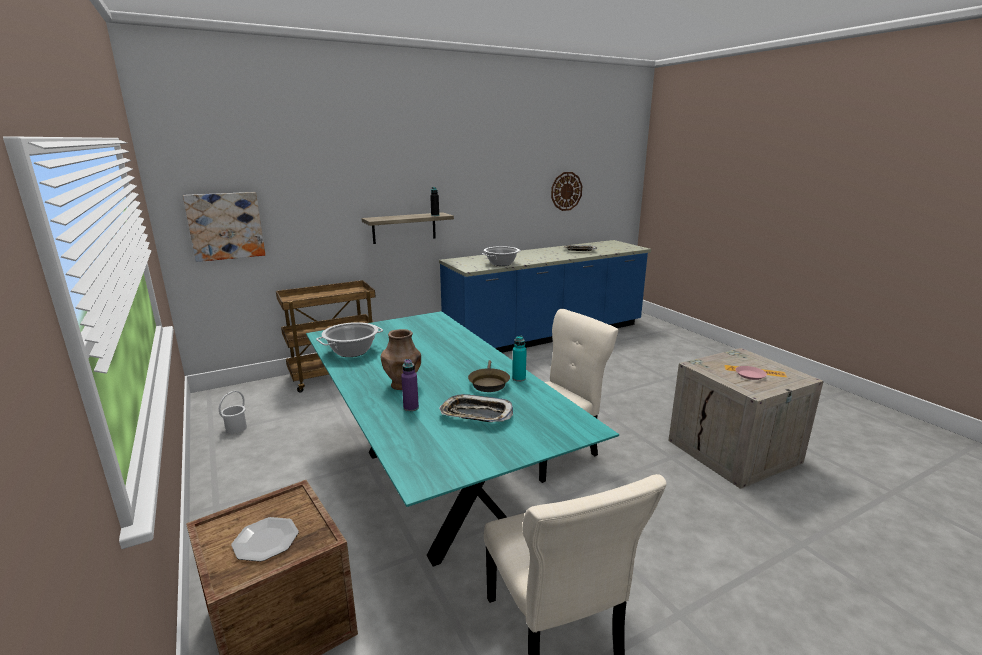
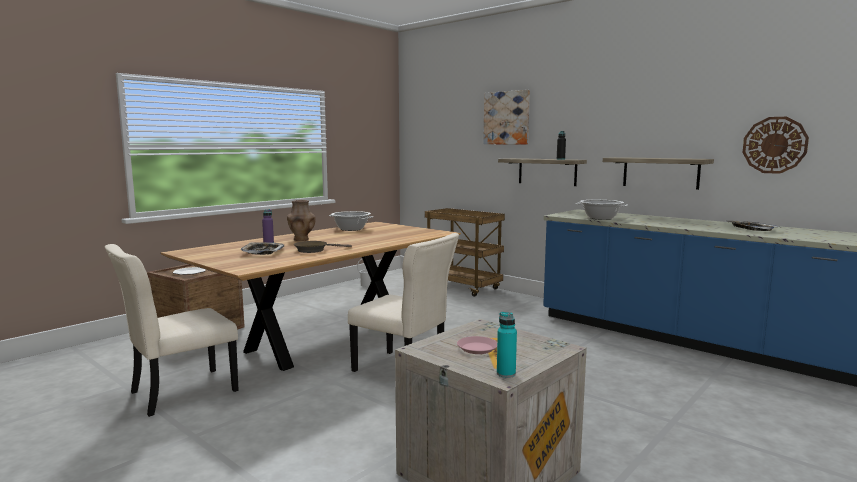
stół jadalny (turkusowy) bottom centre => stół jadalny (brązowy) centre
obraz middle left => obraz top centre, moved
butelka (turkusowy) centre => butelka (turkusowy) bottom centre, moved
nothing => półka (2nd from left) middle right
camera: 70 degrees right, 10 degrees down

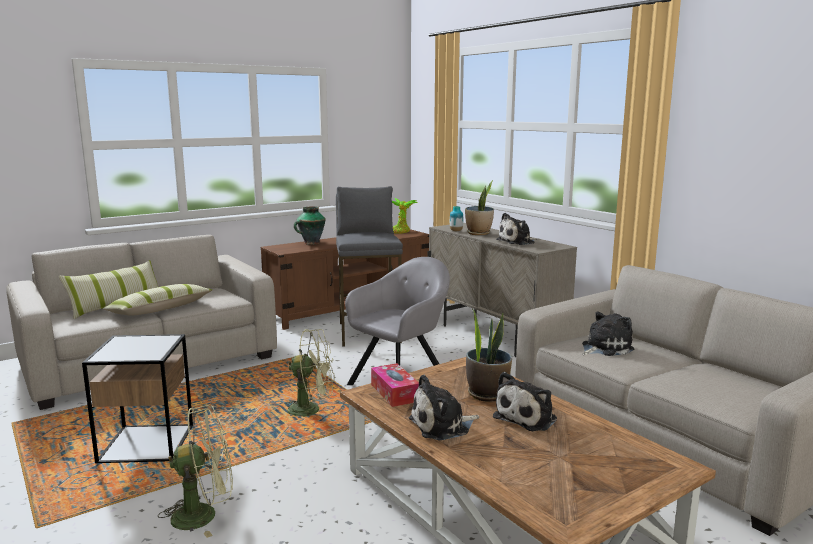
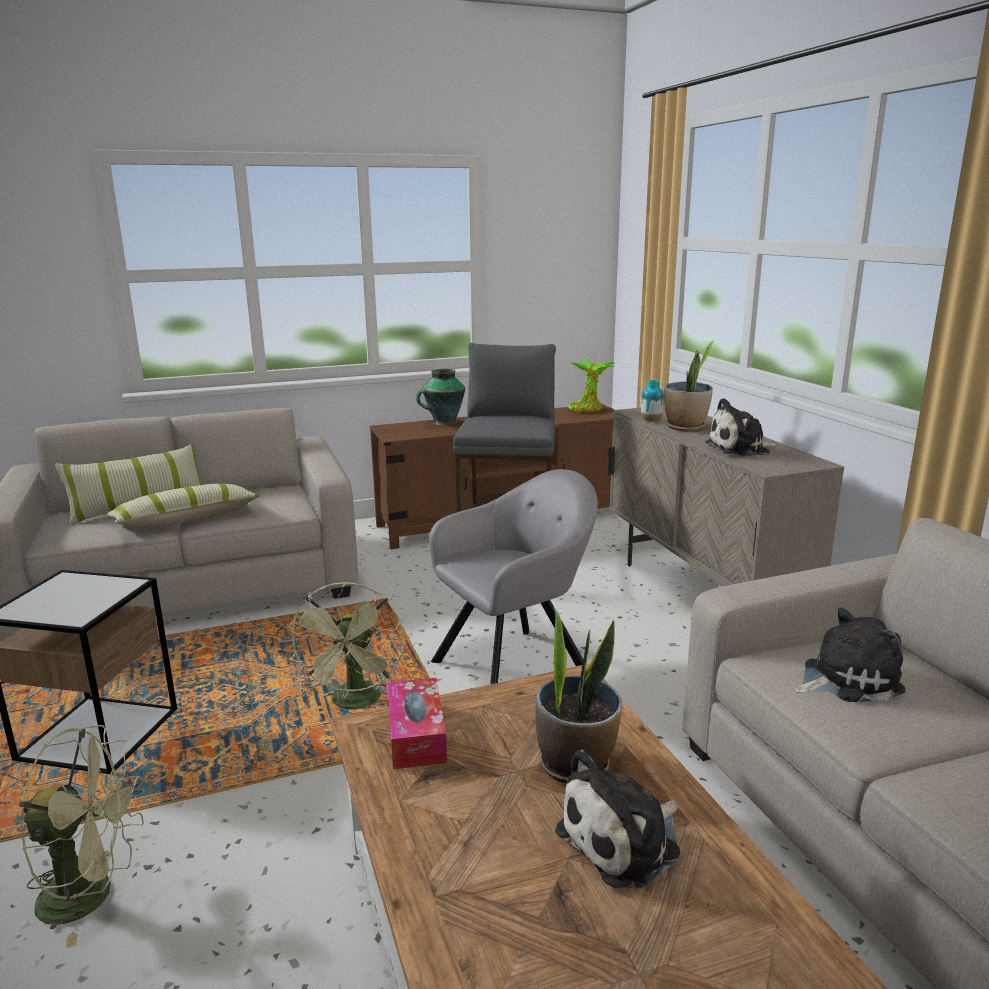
wentylator (zielony) (2nd from left) bottom centre => wentylator (zielony) (2nd from left) centre, 75 degrees clockwise
pluszak (1st from left) bottom centre => nothing
camera: 15 degrees right, 5 degrees up

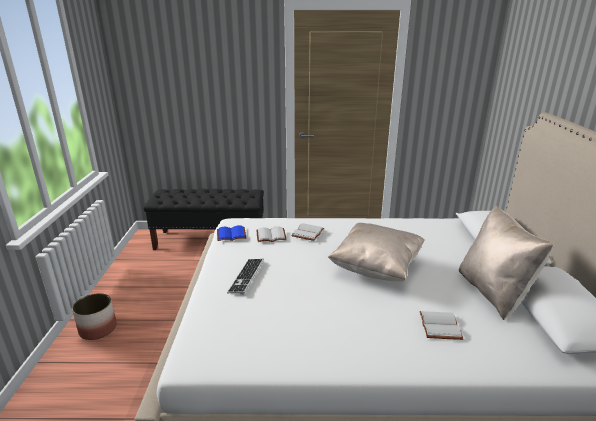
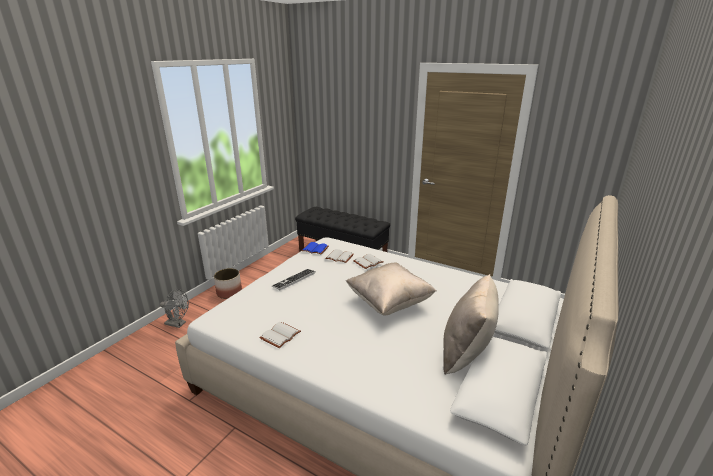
nothing => wentylator (szary) middle left
książka (biały) (3rd from left in the first image) bottom right => książka (biały) (1st from left) bottom centre, moved
camera: 30 degrees right, 0 degrees up

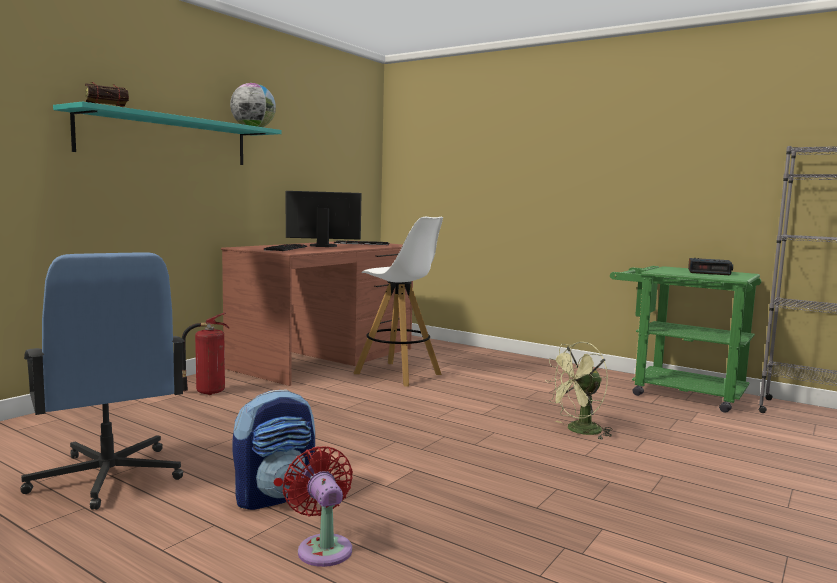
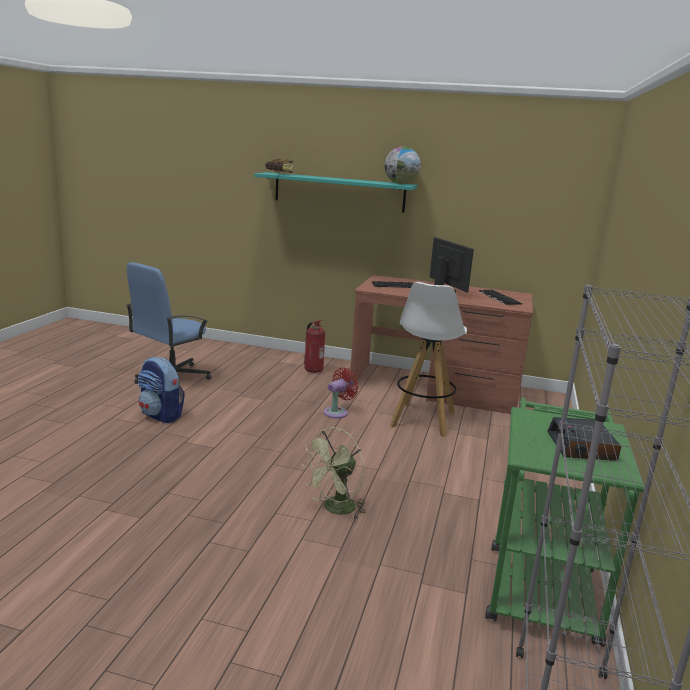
wentylator (zielony) bottom right => wentylator (zielony) bottom centre, 90 degrees counterclockwise
wentylator (czerwony) bottom centre => wentylator (czerwony) centre, moved
camera: 70 degrees right, 10 degrees up

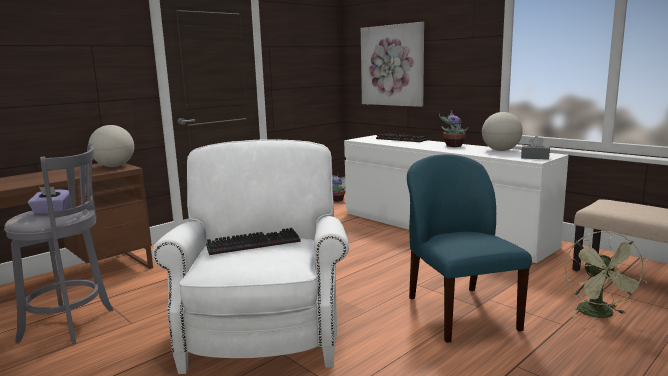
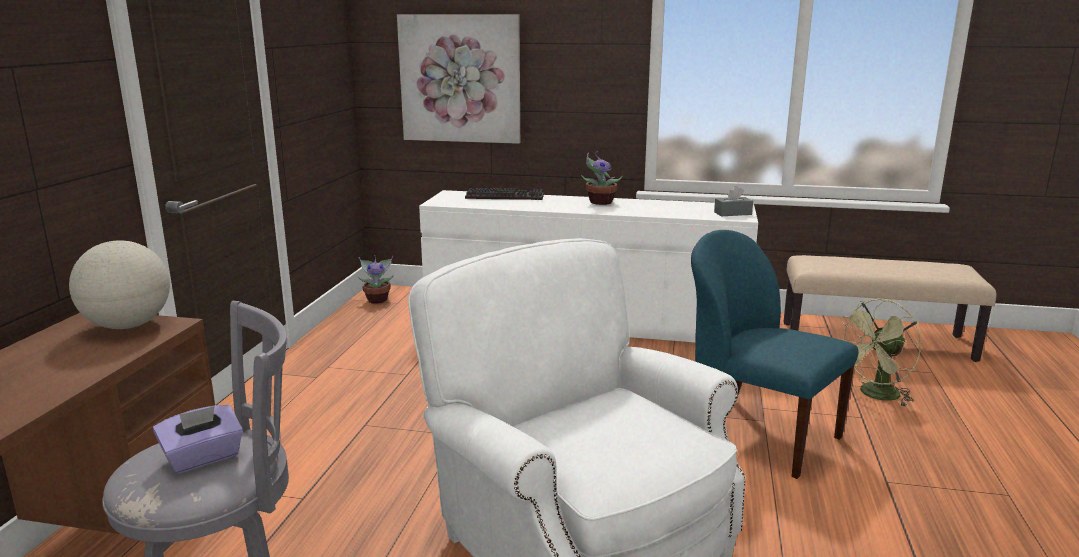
wentylator (zielony) bottom right => wentylator (zielony) middle right, 90 degrees clockwise
klawiatura (1st from left) centre => nothing
globus (2nd from left) middle right => nothing
camera: 35 degrees left, 5 degrees up

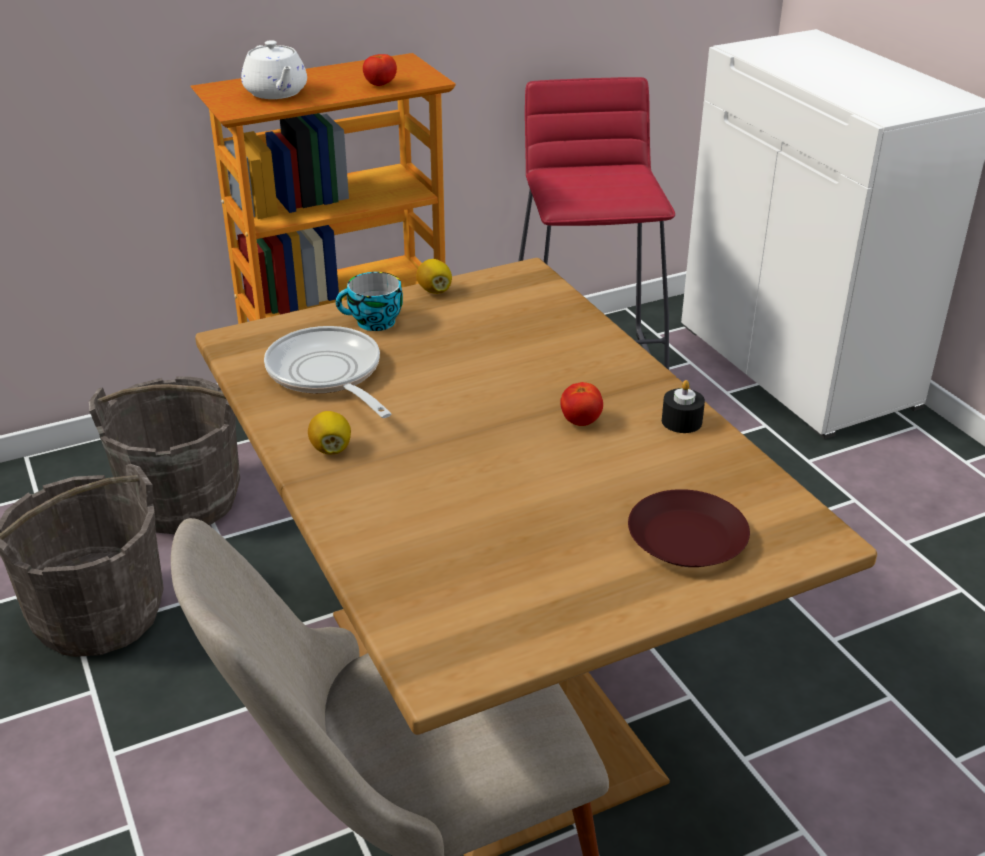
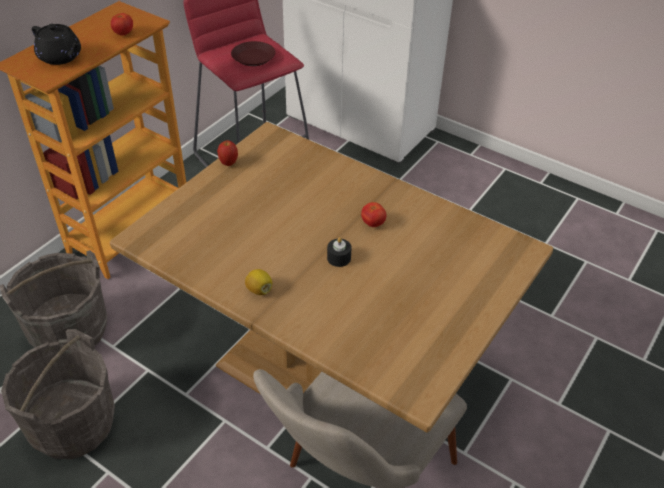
imbryk (biały) top left => imbryk (czarny) top left
cytryna (2nd from left) top centre => jabłko top centre
talerz (brązowy) middle right => talerz (brązowy) top centre, moved
świeca (czarny) middle right => świeca (czarny) centre, moved
patelnia middle left => nothing
filiżanka centre => nothing
camera: 30 degrees left, 10 degrees up

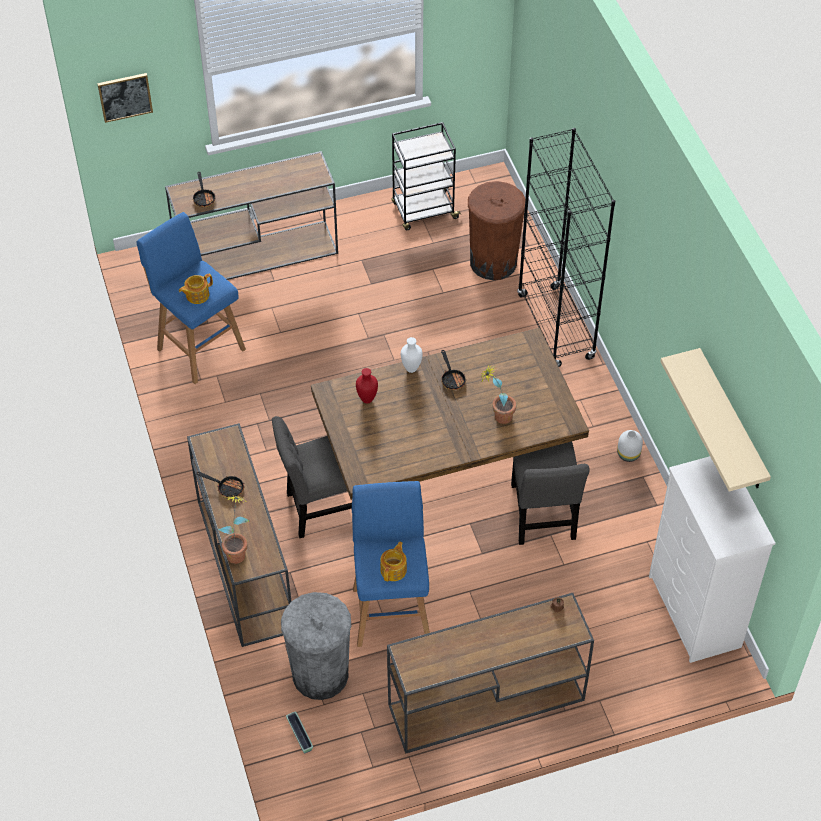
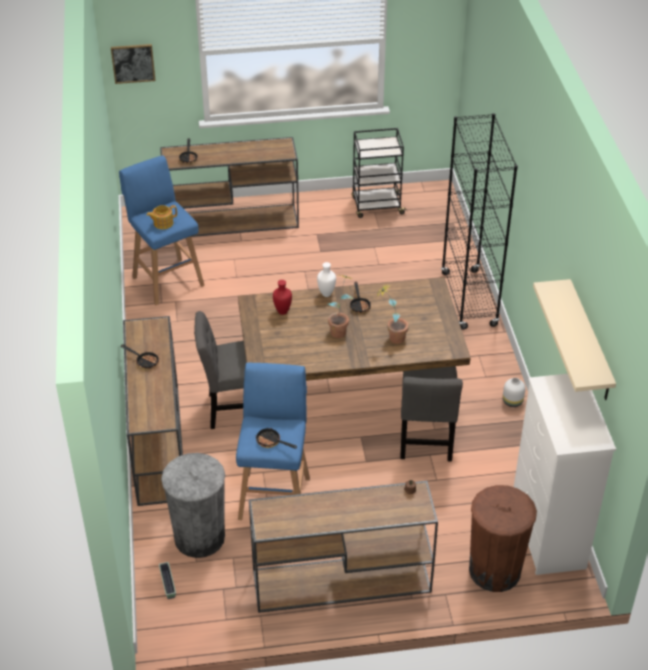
imbryk (2nd from left) bottom centre => patelnia (3rd from left) centre
roślina doniczkowa (1st from left) middle left => roślina doniczkowa (1st from left) centre, moved
kosz na śmieci (brązowy) top centre => kosz na śmieci (brązowy) bottom right, moved
camera: 10 degrees right, 10 degrees down

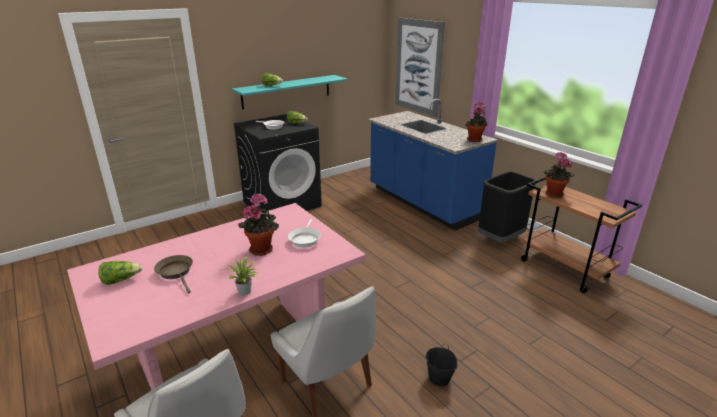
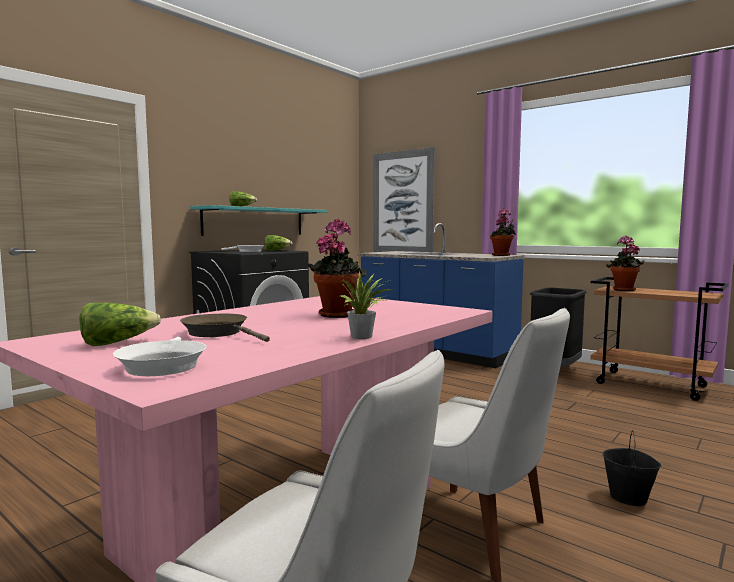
patelnia (biały) (2nd from left in the first image) centre => patelnia (biały) (1st from left) middle left, moved
camera: 15 degrees left, 20 degrees down

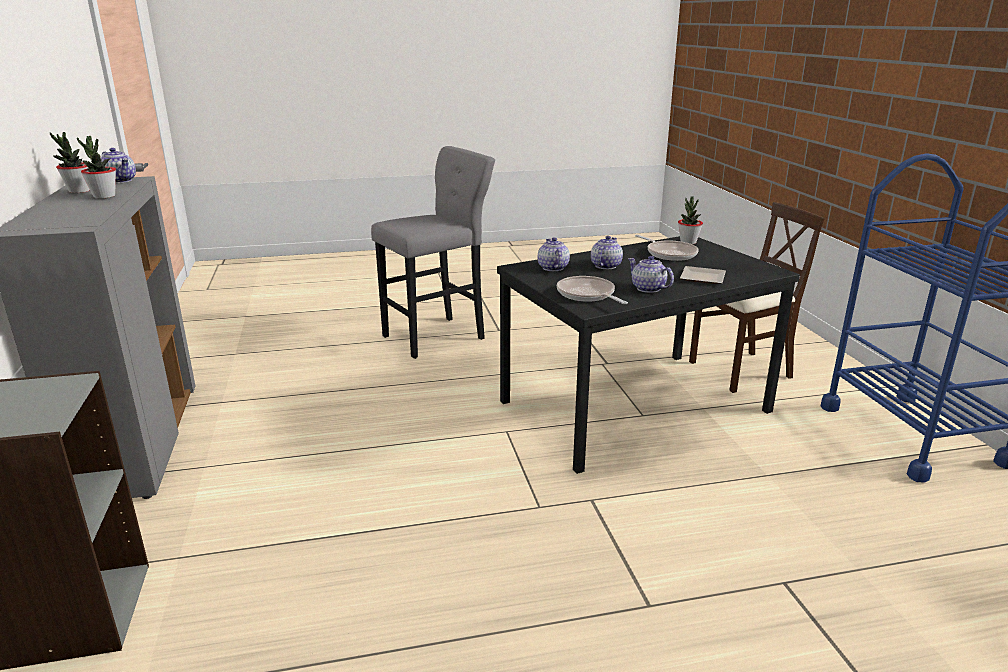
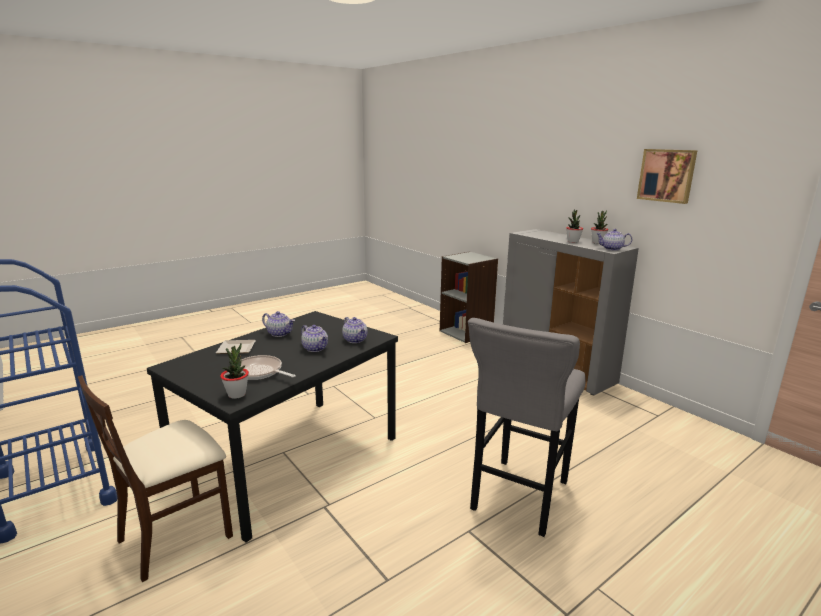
imbryk (3rd from left in the first image) centre => imbryk (2nd from left) centre, 45 degrees counterclockwise
nothing => obraz top right
patelnia (1st from left) centre => nothing
camera: 155 degrees right, 5 degrees down

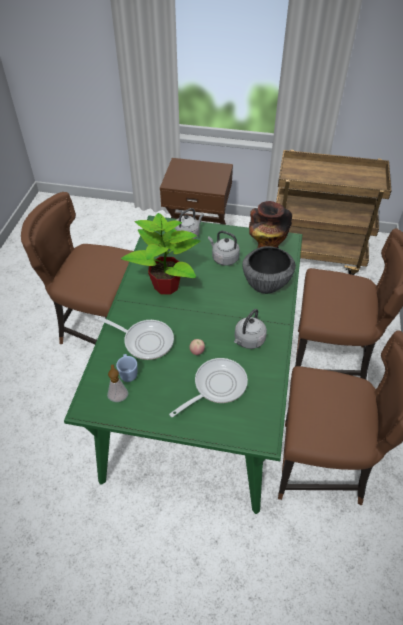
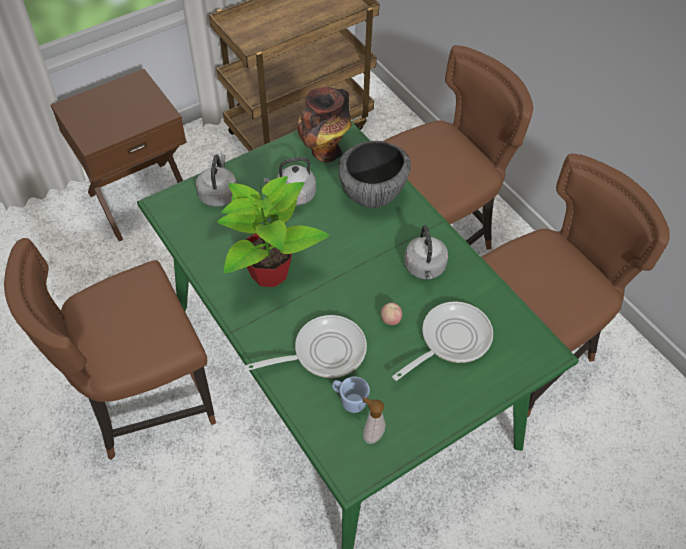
patelnia (2nd from left) centre, 45 degrees clockwise
camera: 45 degrees left, 5 degrees up

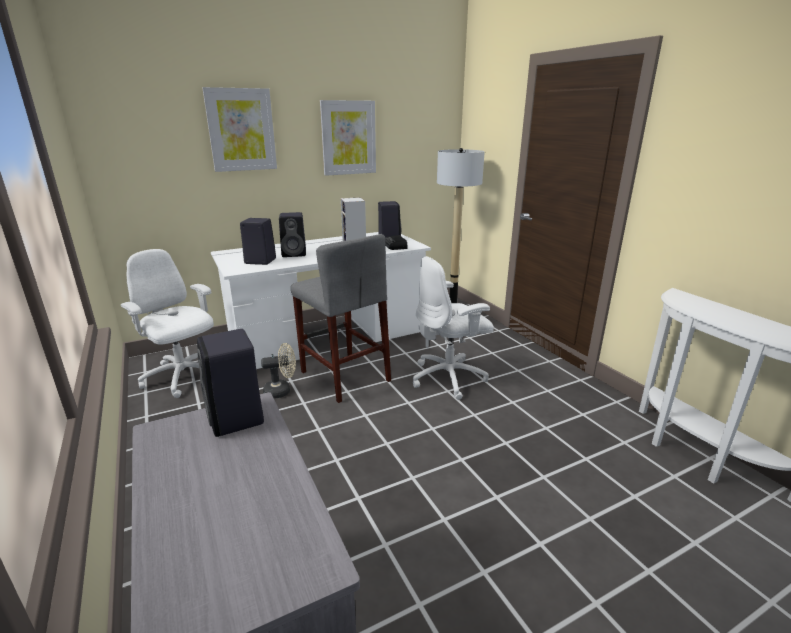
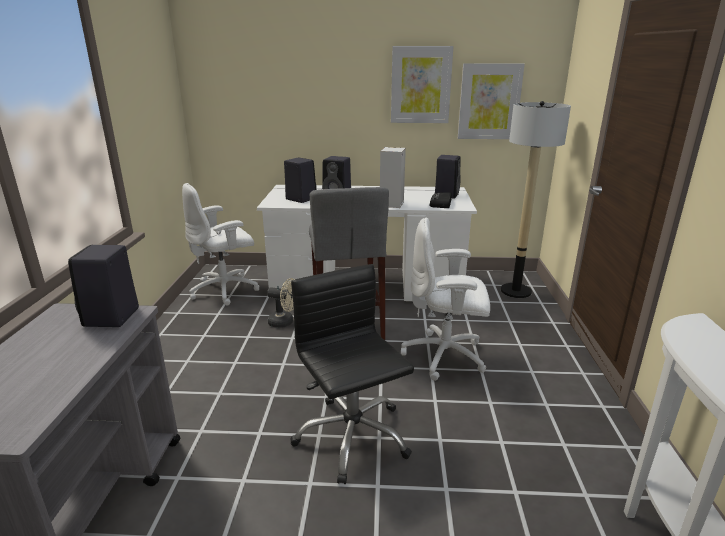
krzesło biurowe (biały) (1st from left) middle left, 105 degrees counterclockwise
nothing => krzesło biurowe (czarny) bottom centre
obraz (1st from left in the first image) top left => obraz (2nd from left) top right, moved
camera: 30 degrees right, 0 degrees up

